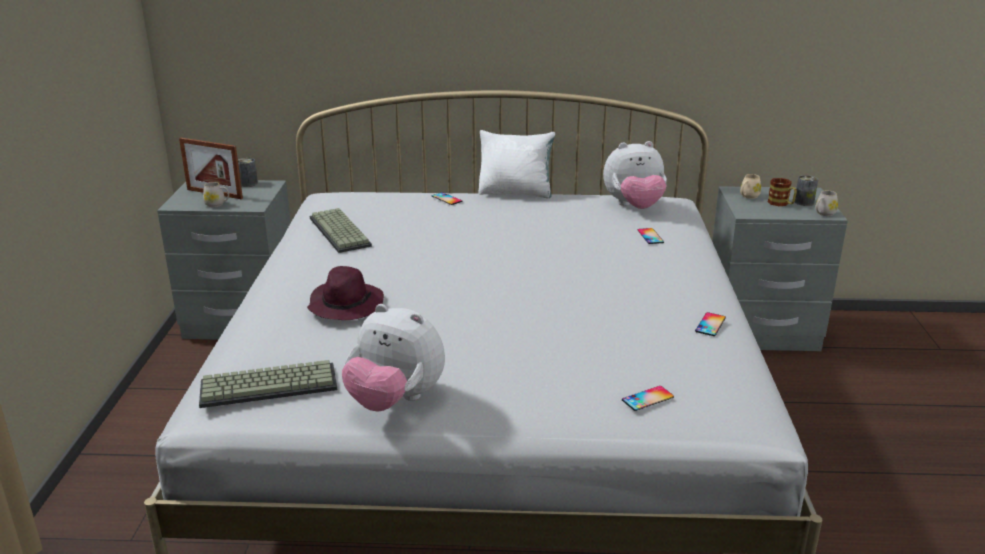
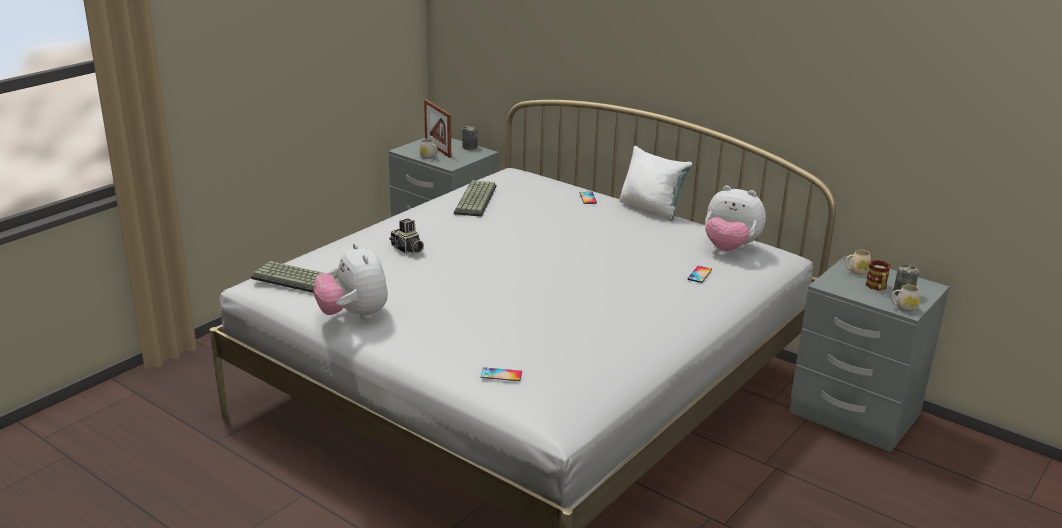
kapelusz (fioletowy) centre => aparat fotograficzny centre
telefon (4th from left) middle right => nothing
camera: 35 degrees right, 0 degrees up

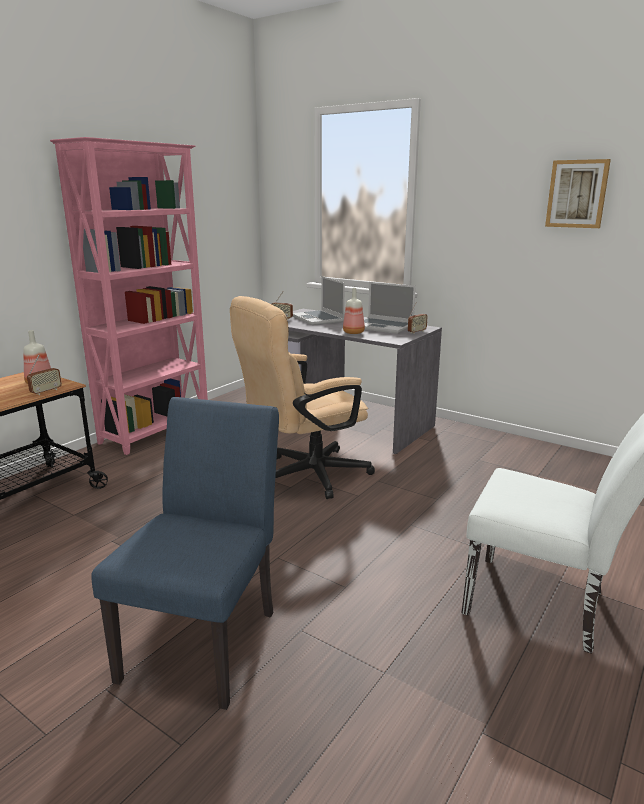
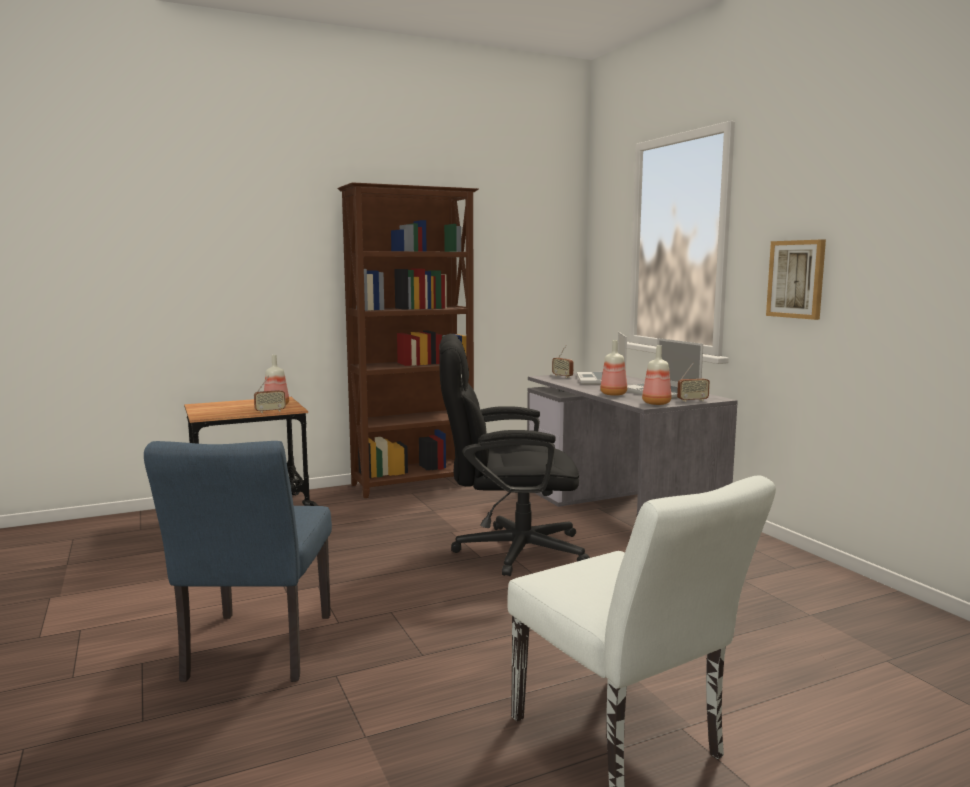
krzesło (niebieski) bottom left, 135 degrees clockwise
regał (różowy) middle left => regał (brązowy) centre
krzesło biurowe (beżowy) centre => krzesło biurowe (czarny) centre
nothing => butelka (3rd from left) middle right
obraz top right => obraz middle right, moved
camera: 30 degrees right, 10 degrees down

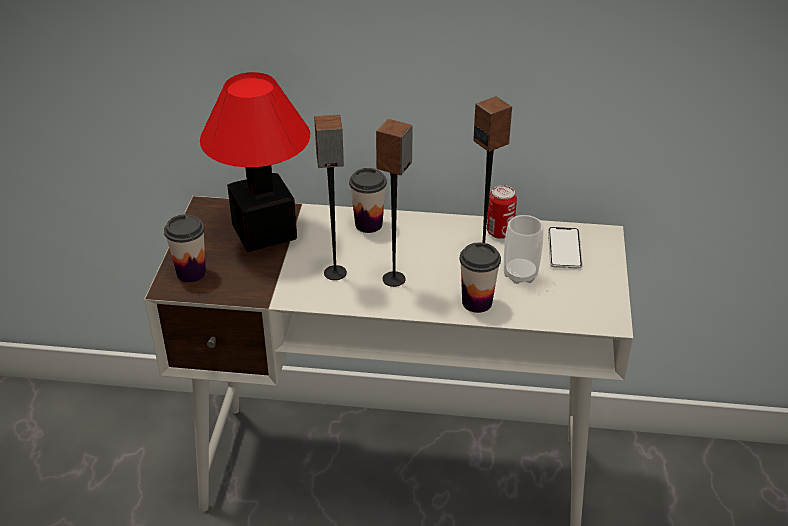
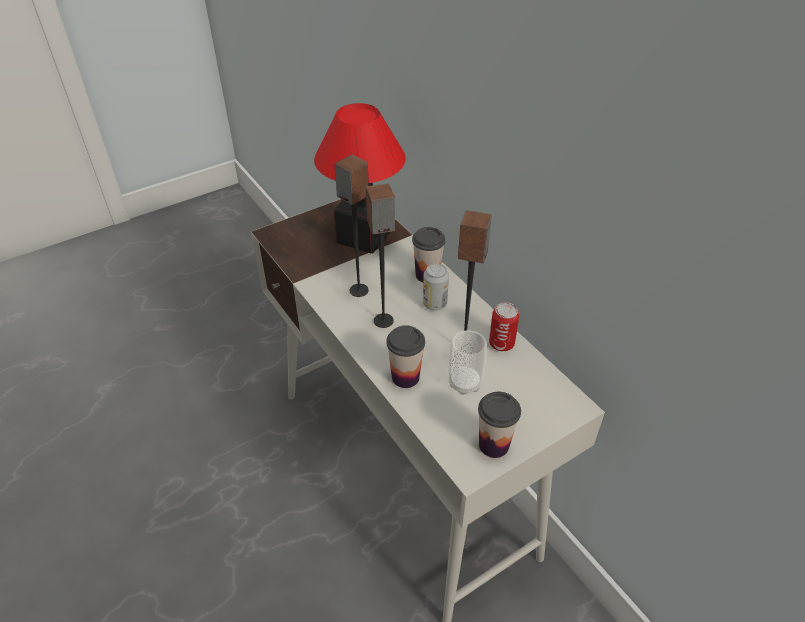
nothing => puszka (1st from left) centre
filiżanka (1st from left in the first image) middle left => filiżanka (4th from left) bottom centre, moved
telefon middle right => nothing
camera: 50 degrees right, 5 degrees up

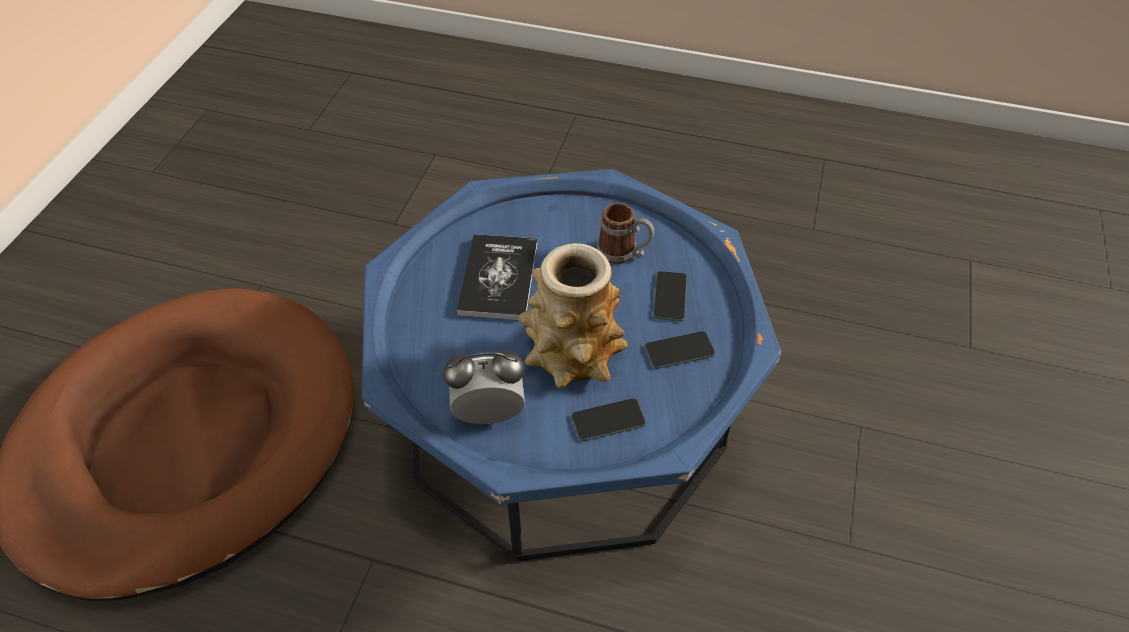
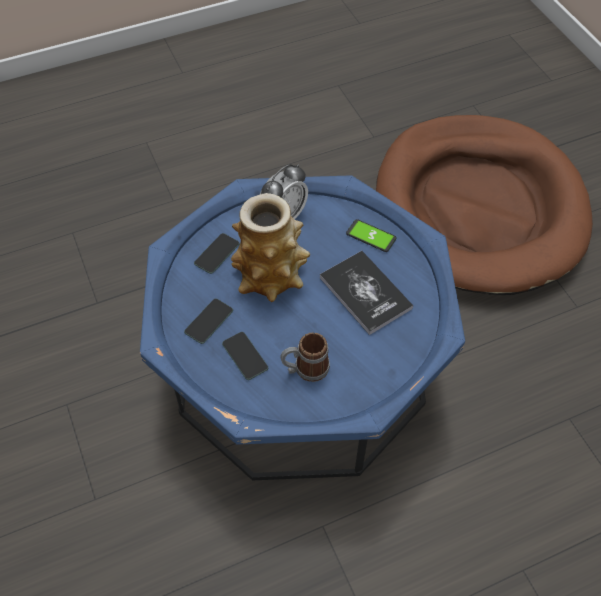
nothing => telefon (4th from left) centre
camera: 140 degrees right, 5 degrees up

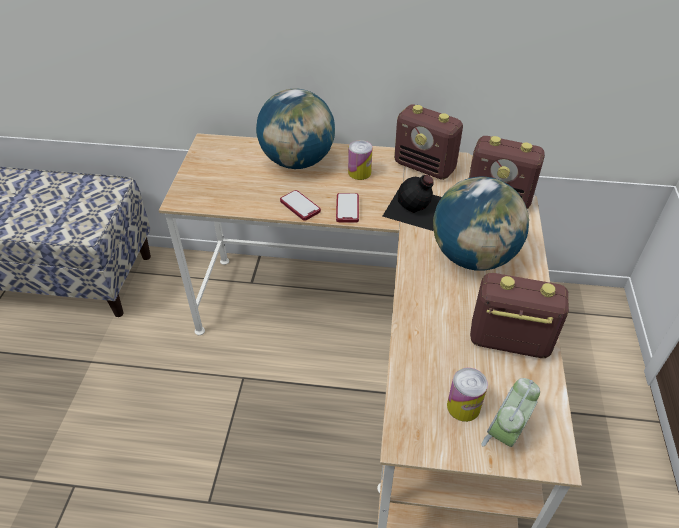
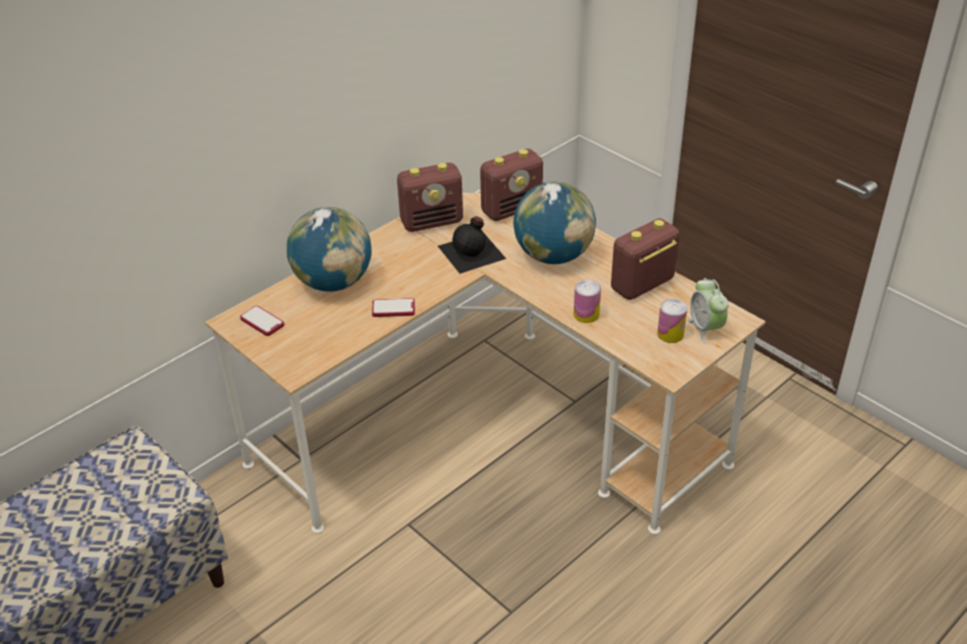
telefon (2nd from left in the first image) centre => telefon (1st from left) middle left, moved
puszka (1st from left) top centre => puszka (1st from left) centre, moved
camera: 50 degrees left, 5 degrees down

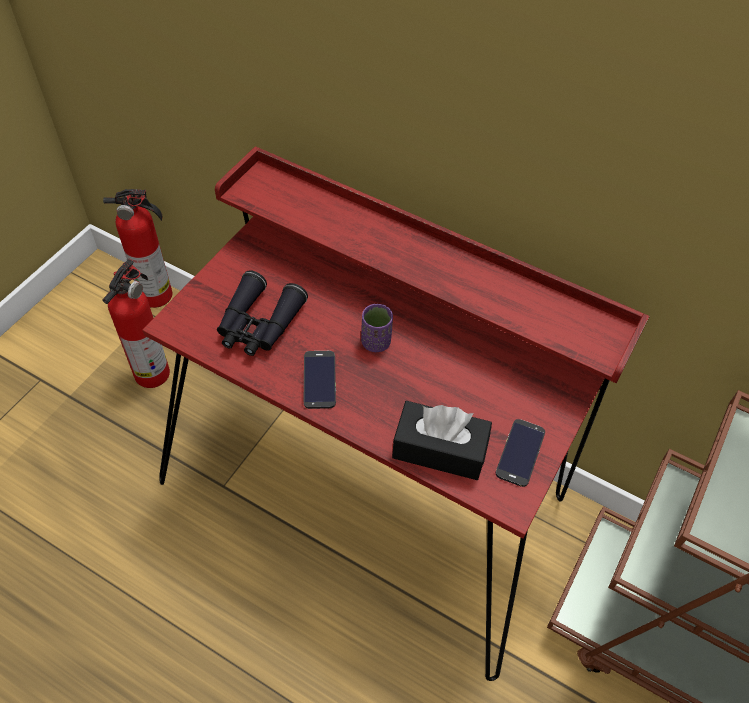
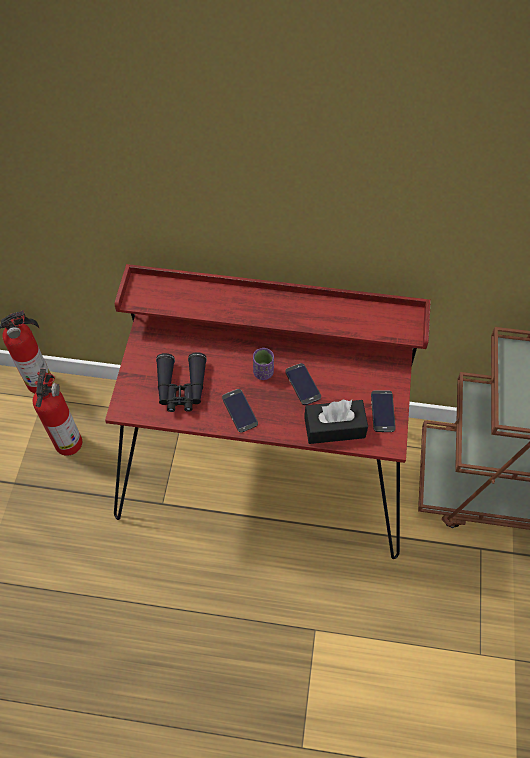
nothing => telefon (2nd from left) centre
camera: 20 degrees left, 5 degrees up

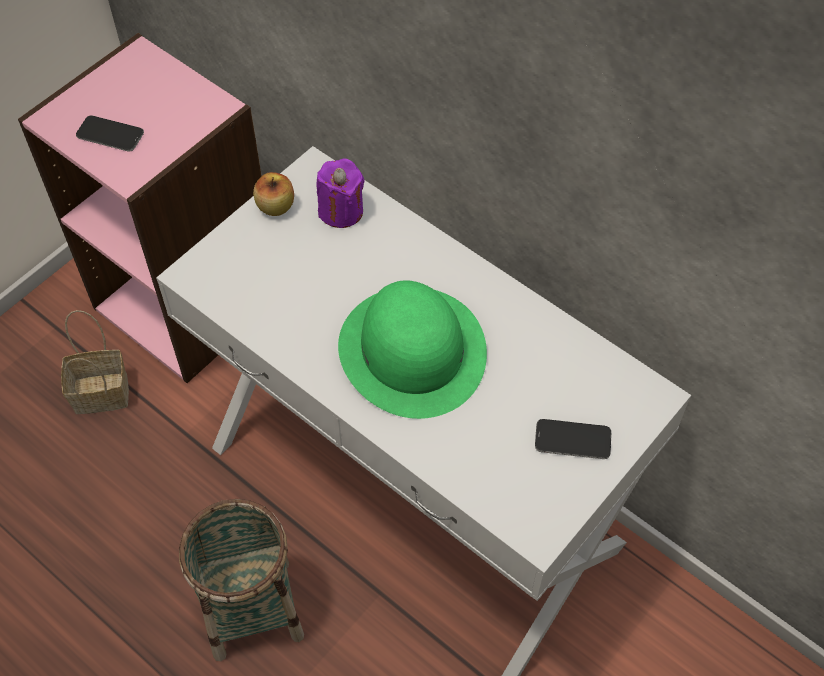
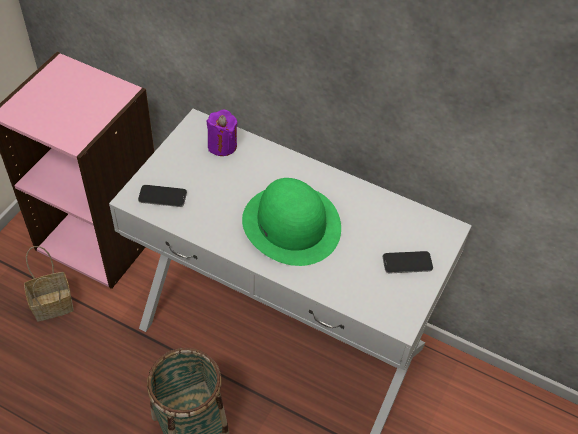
telefon (1st from left) top left => telefon (1st from left) middle left, moved
jabłko top left => nothing
camera: 15 degrees left, 5 degrees down

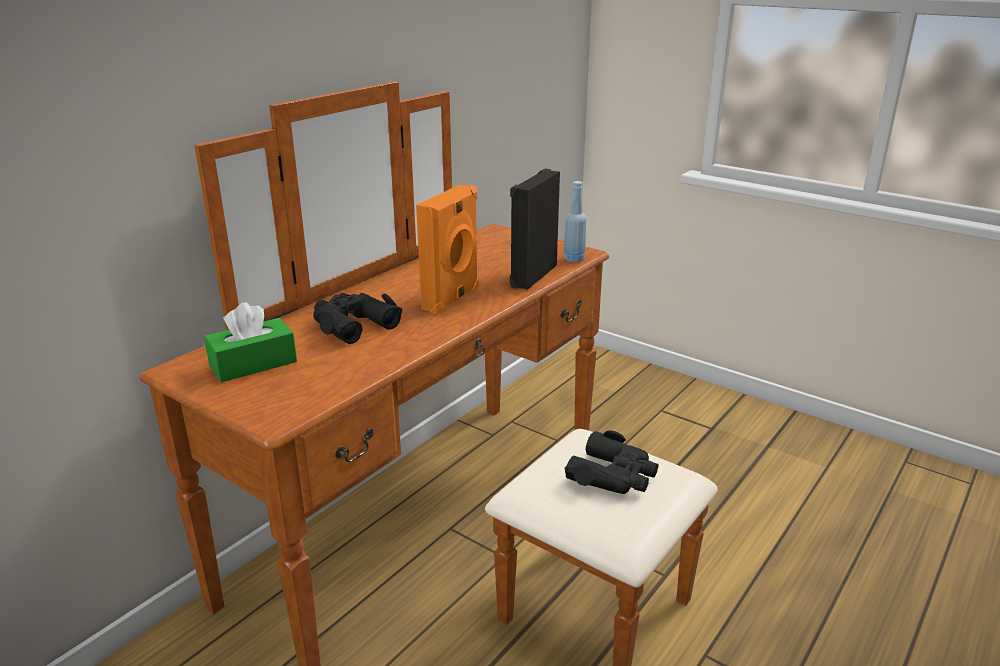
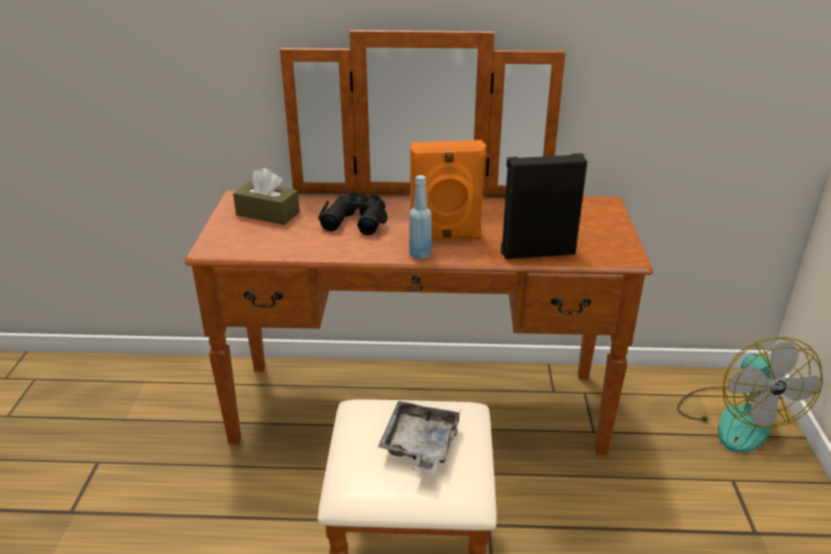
pudełko chusteczek (zielony) middle left => pudełko chusteczek (brązowy) middle left
lornetka (czarny) (2nd from left) bottom centre => taca (szary) bottom centre
butelka (niebieski) top centre => butelka (niebieski) centre, moved
nothing => wentylator bottom right
camera: 55 degrees right, 5 degrees up

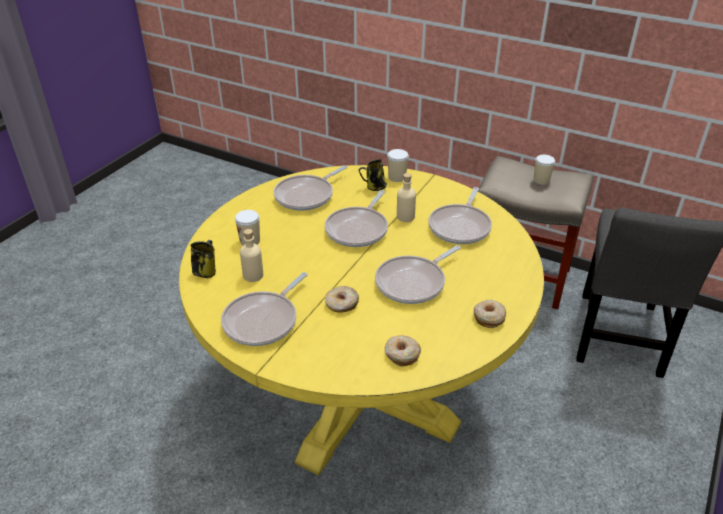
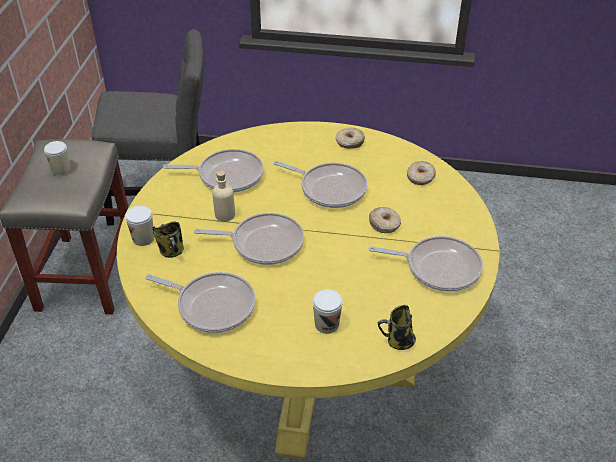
butelka (beżowy) (1st from left) centre => nothing
camera: 110 degrees left, 5 degrees up

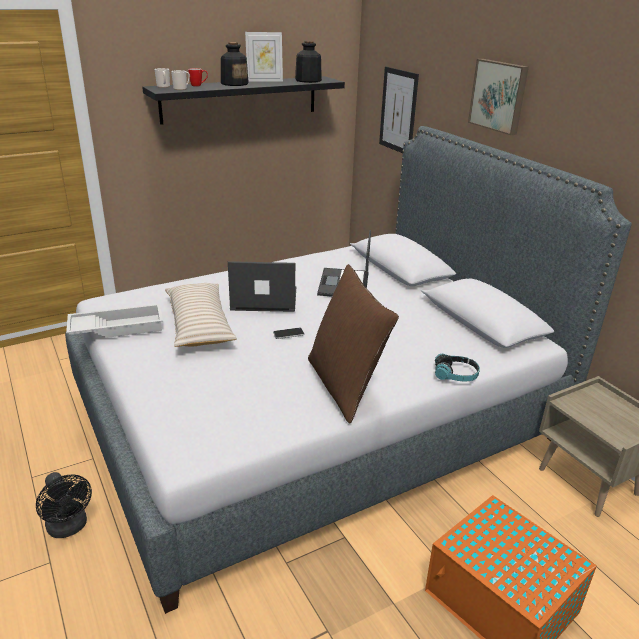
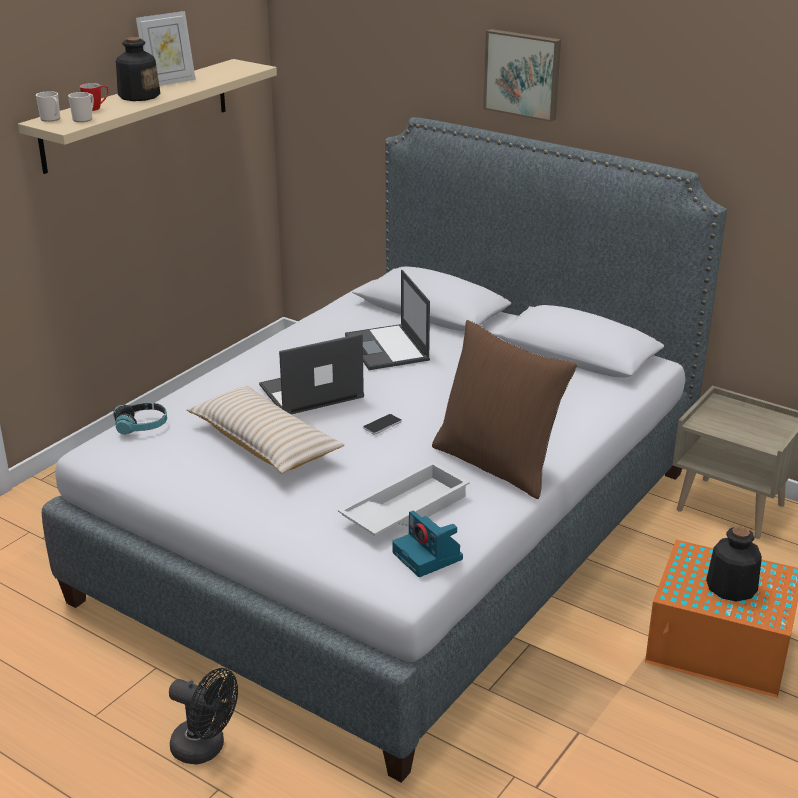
półka (czarny) top centre => półka (beżowy) top left
słuchawki middle right => słuchawki middle left, moved
taca (biały) middle left => taca (biały) centre, moved
nothing => aparat fotograficzny bottom centre
butelka (2nd from left) top centre => butelka (2nd from left) bottom right, moved
obraz (1st from left) top centre => nothing
camera: 25 degrees left, 0 degrees up

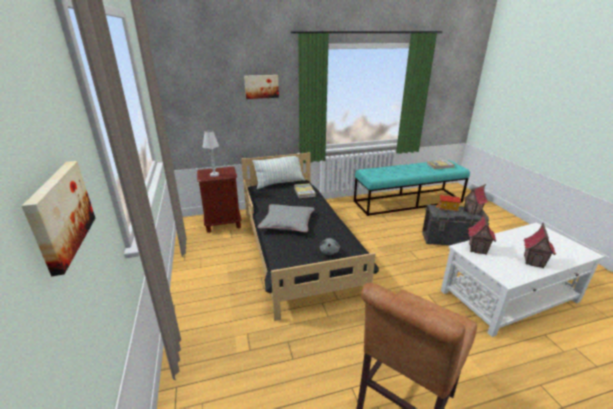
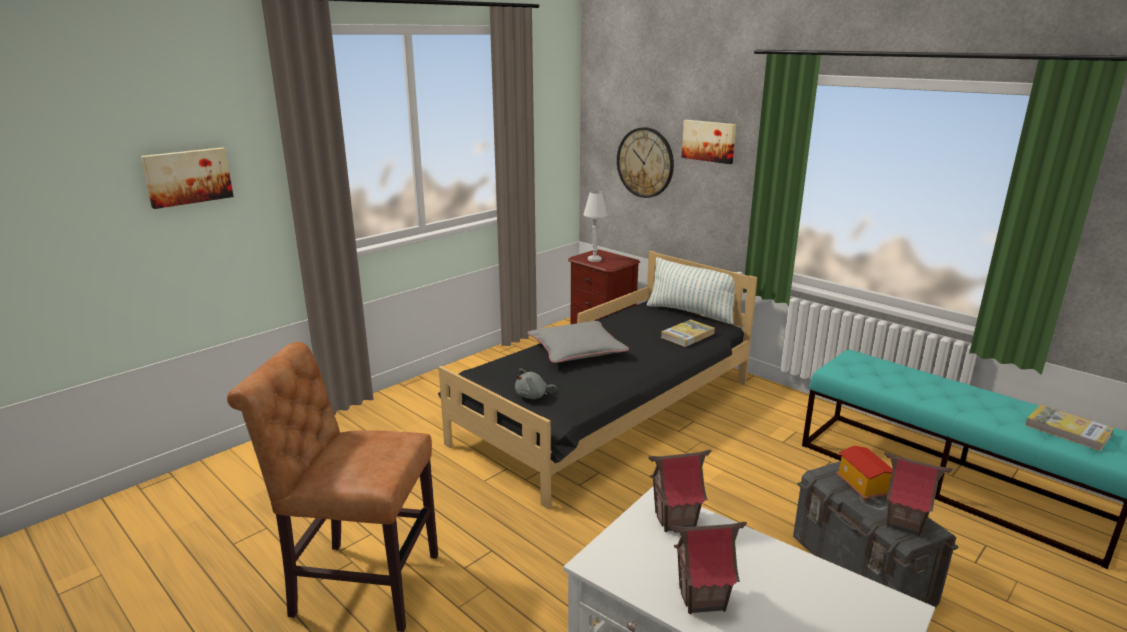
nothing => zegar ścienny top centre
camera: 60 degrees right, 5 degrees down

